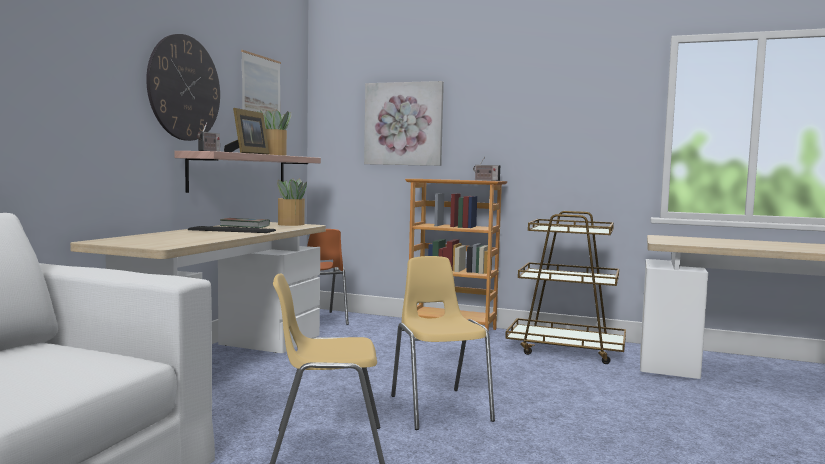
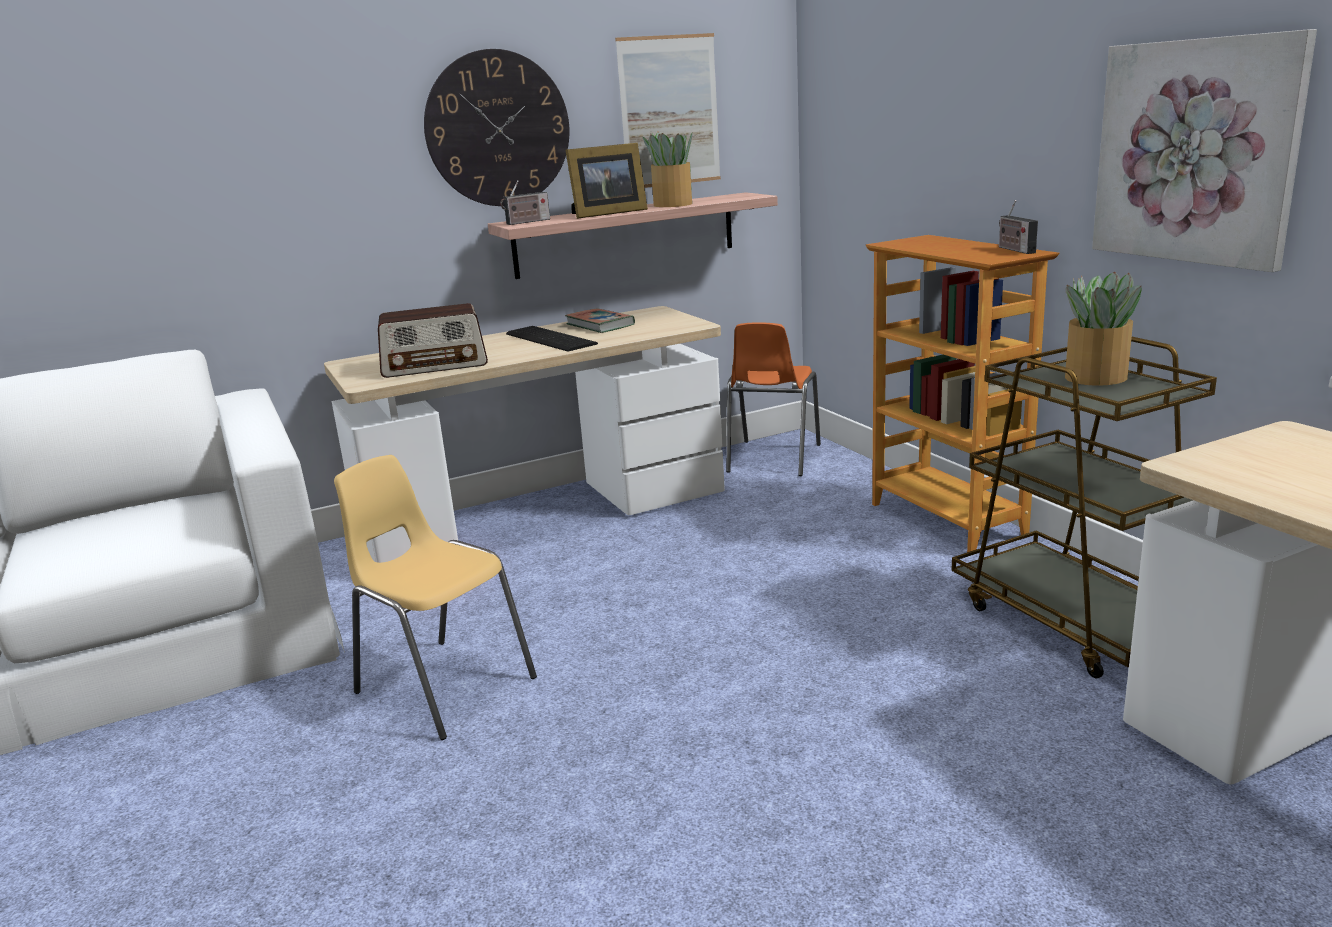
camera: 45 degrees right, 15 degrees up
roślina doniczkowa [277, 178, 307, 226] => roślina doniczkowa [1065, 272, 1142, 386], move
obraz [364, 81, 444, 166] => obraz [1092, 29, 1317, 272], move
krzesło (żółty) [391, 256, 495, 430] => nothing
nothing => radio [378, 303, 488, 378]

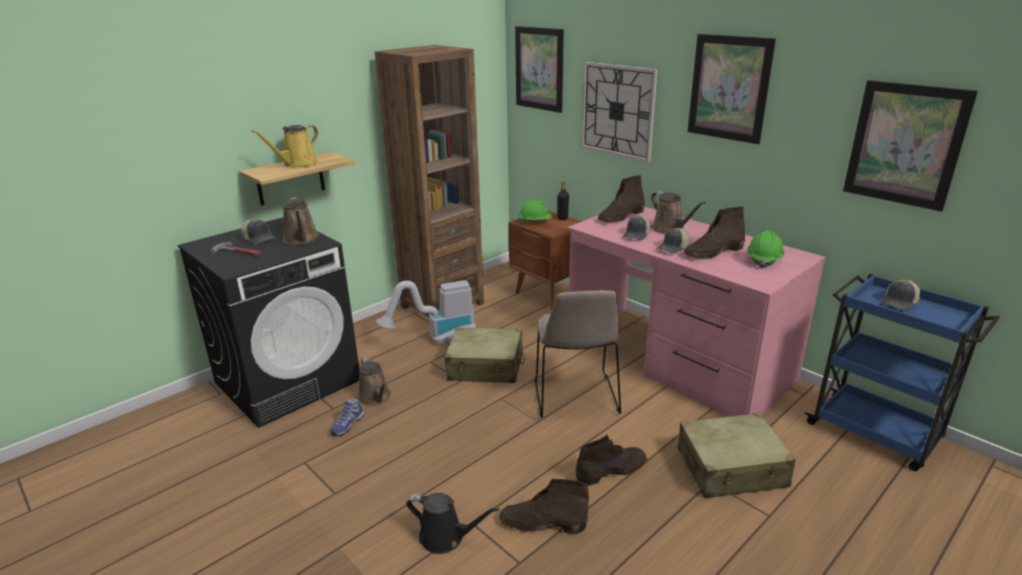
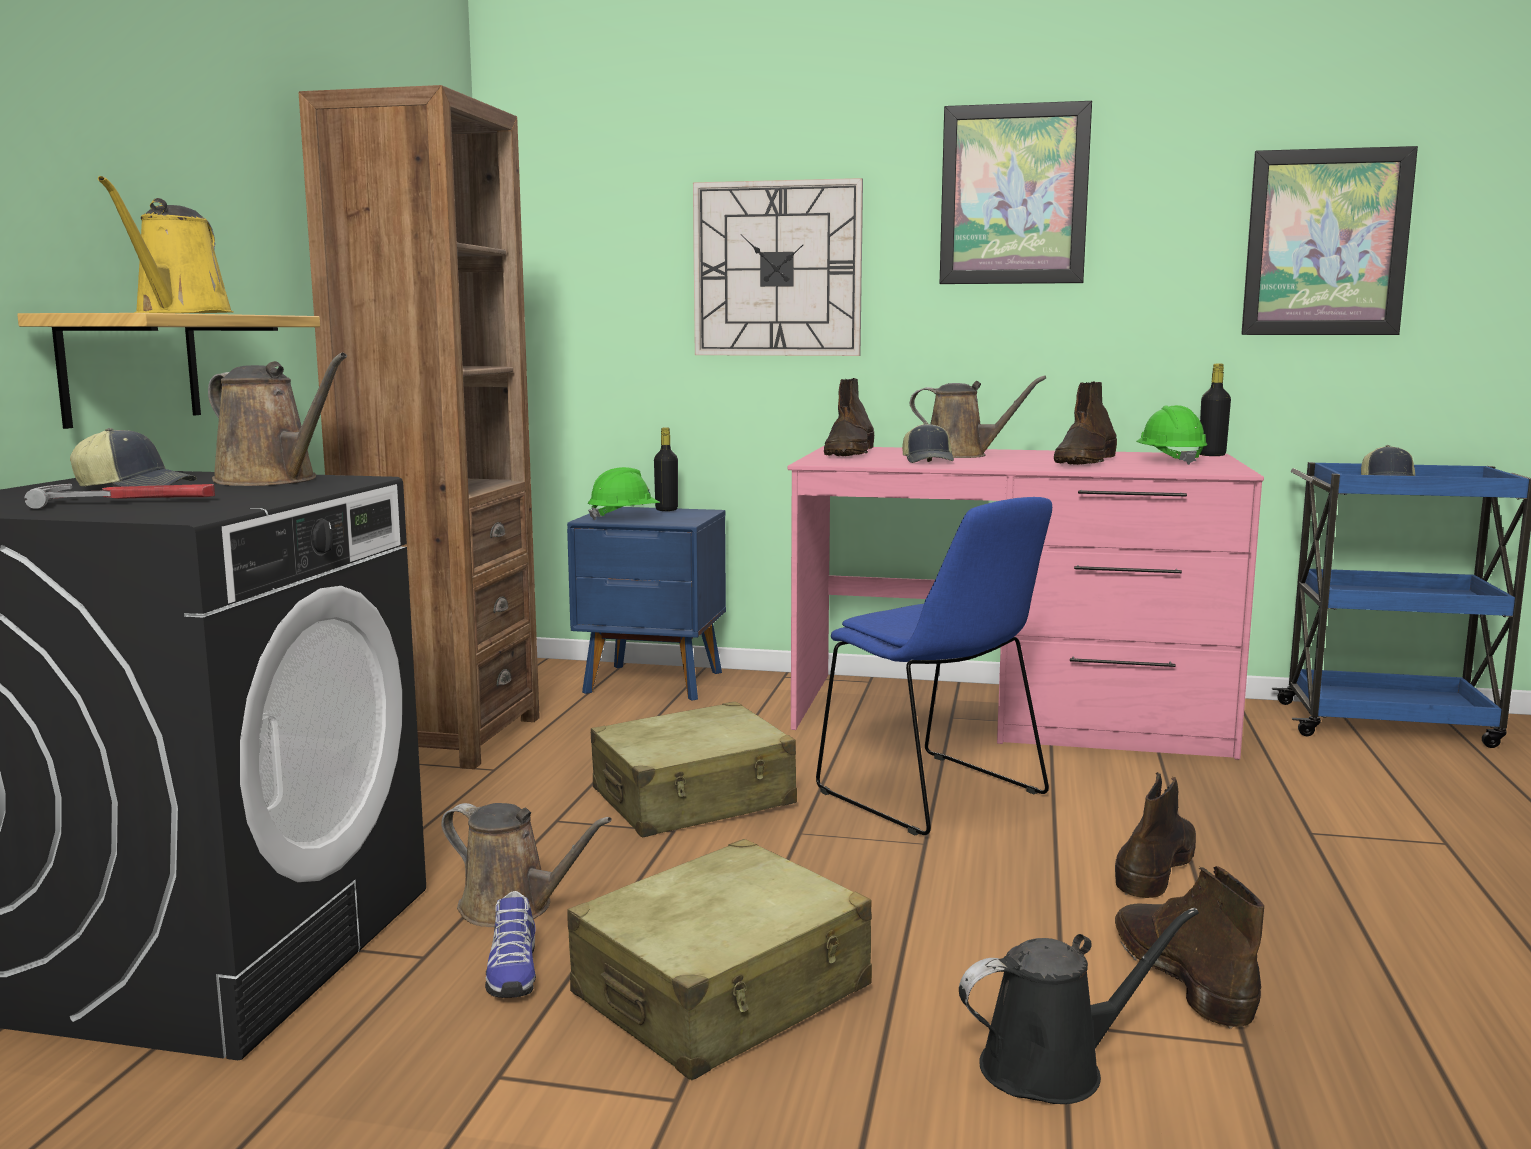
camera: 35 degrees left, 15 degrees down
odkurzacz [376, 280, 476, 345] => nothing
but z cholewką (brązowy) [500, 479, 589, 534] => but z cholewką (brązowy) [1115, 866, 1264, 1029], 105 degrees clockwise
szafka nocna (brązowy) [508, 210, 582, 310] => szafka nocna (niebieski) [567, 507, 726, 701]
obraz [515, 26, 564, 113] => nothing
krzesło (beżowy) [535, 290, 621, 418] => krzesło (niebieski) [816, 497, 1052, 835]
czapka z daszkiem [656, 228, 690, 254] => nothing
walizka (beżowy) [678, 412, 796, 498] => walizka (beżowy) [567, 839, 872, 1080], move
nothing => butelka (czarny) [1199, 363, 1231, 456]

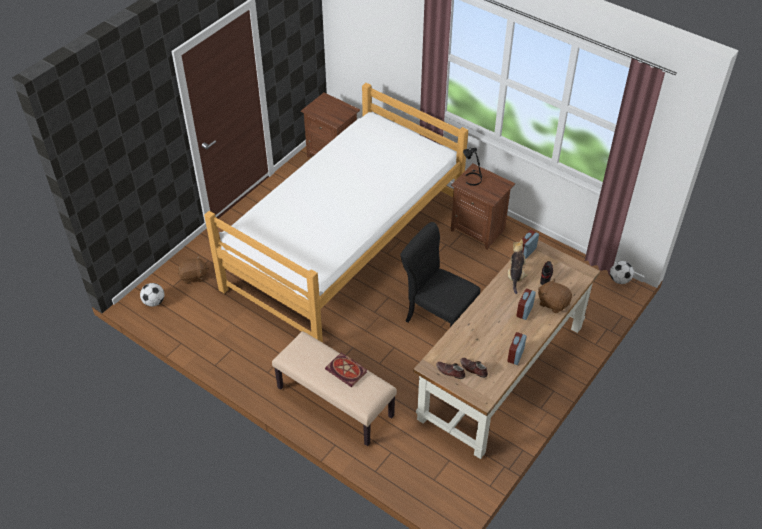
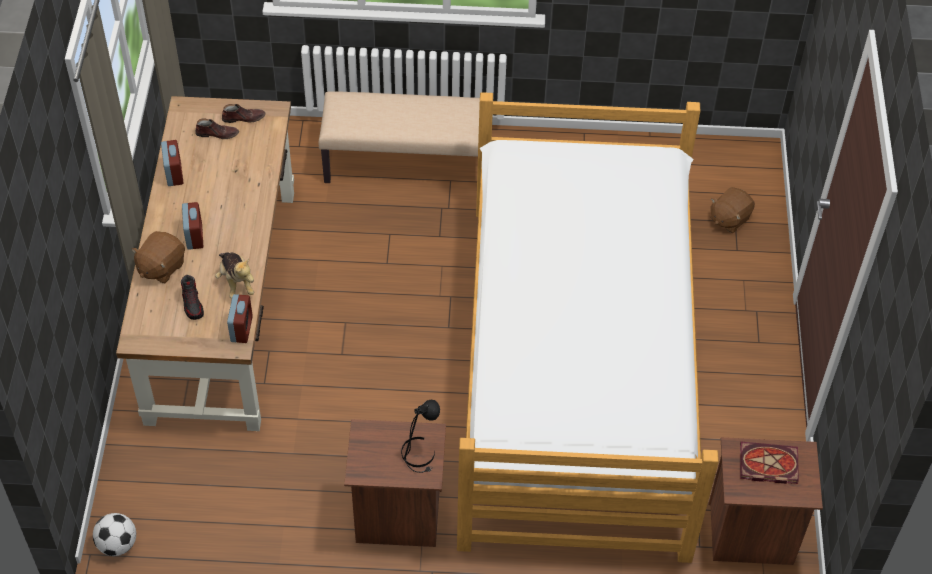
camera: 145 degrees right, 5 degrees up
piłka futbolowa [140, 283, 164, 307] => nothing
książka [325, 353, 367, 387] => książka [740, 442, 799, 484], move
krzesło (czarny) [400, 222, 480, 327] => nothing
pluszak (brązowy) [538, 279, 572, 313] => pluszak (brązowy) [131, 231, 185, 283], 120 degrees clockwise

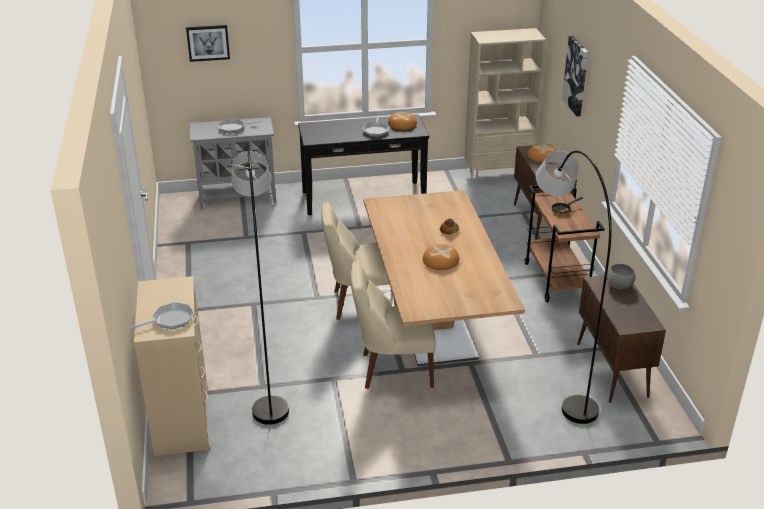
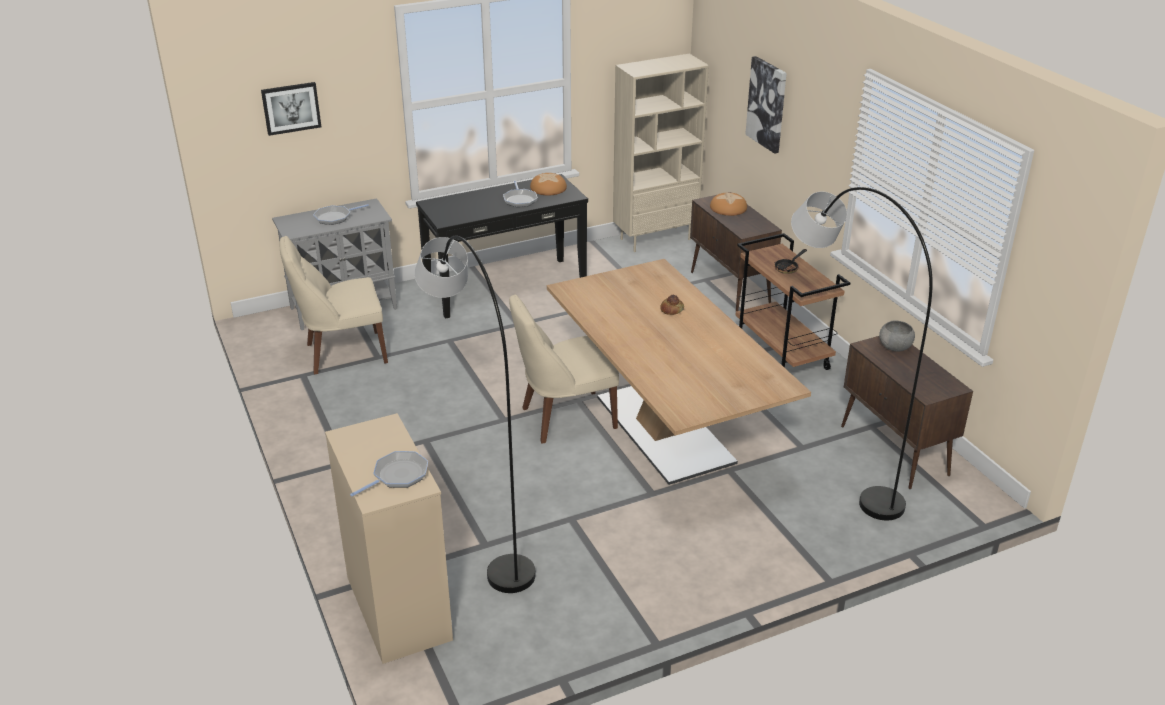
camera: 15 degrees left, 0 degrees up
krzesło (beżowy) [351, 261, 435, 389] => krzesło (beżowy) [280, 236, 388, 374], move
chleb [423, 244, 459, 270] => nothing

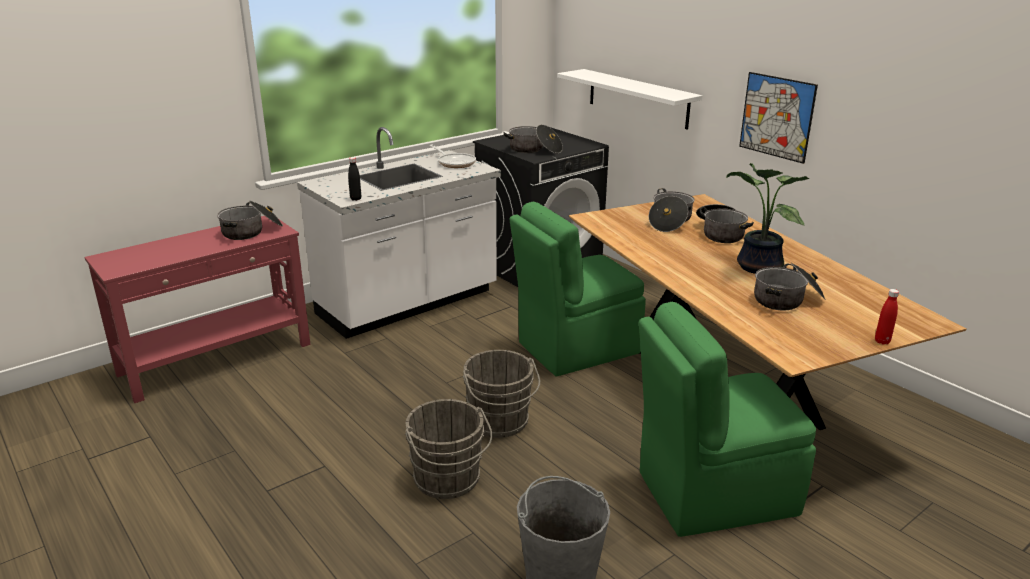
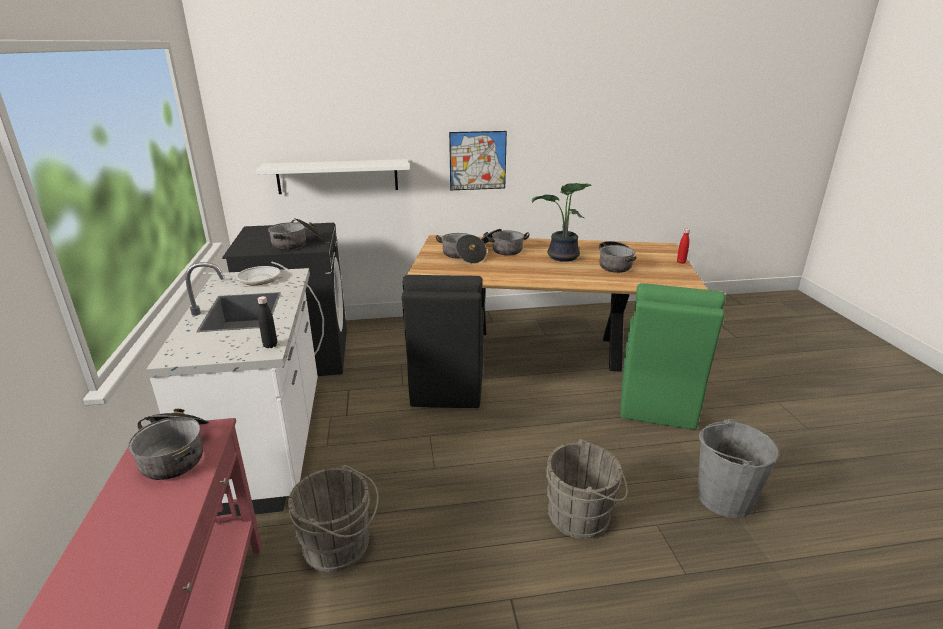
camera: 60 degrees left, 0 degrees up
wiadro (szary) [463, 350, 540, 438] => wiadro (szary) [288, 465, 378, 572], move
krzesło (zielony) [509, 202, 646, 376] => krzesło (czarny) [402, 275, 484, 408]

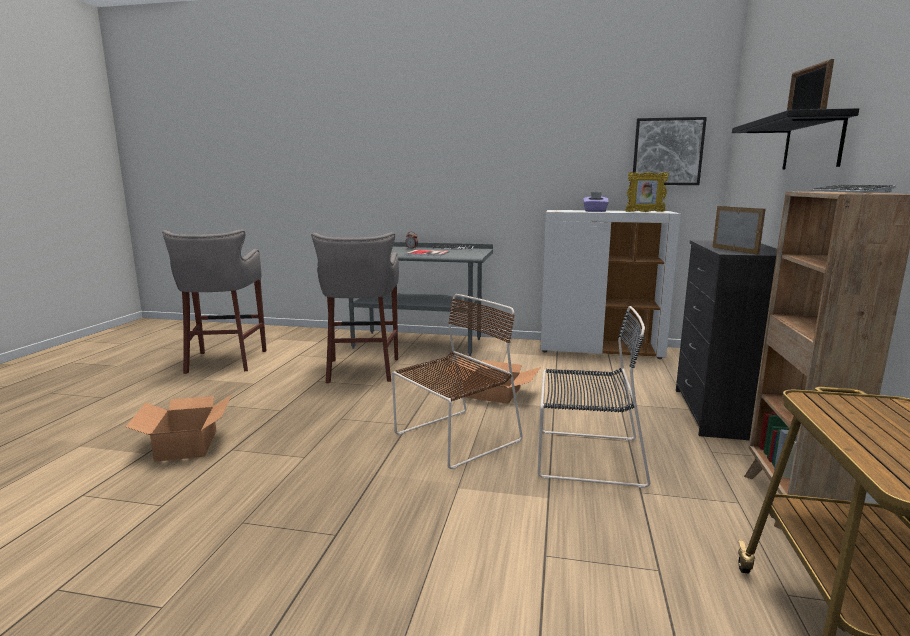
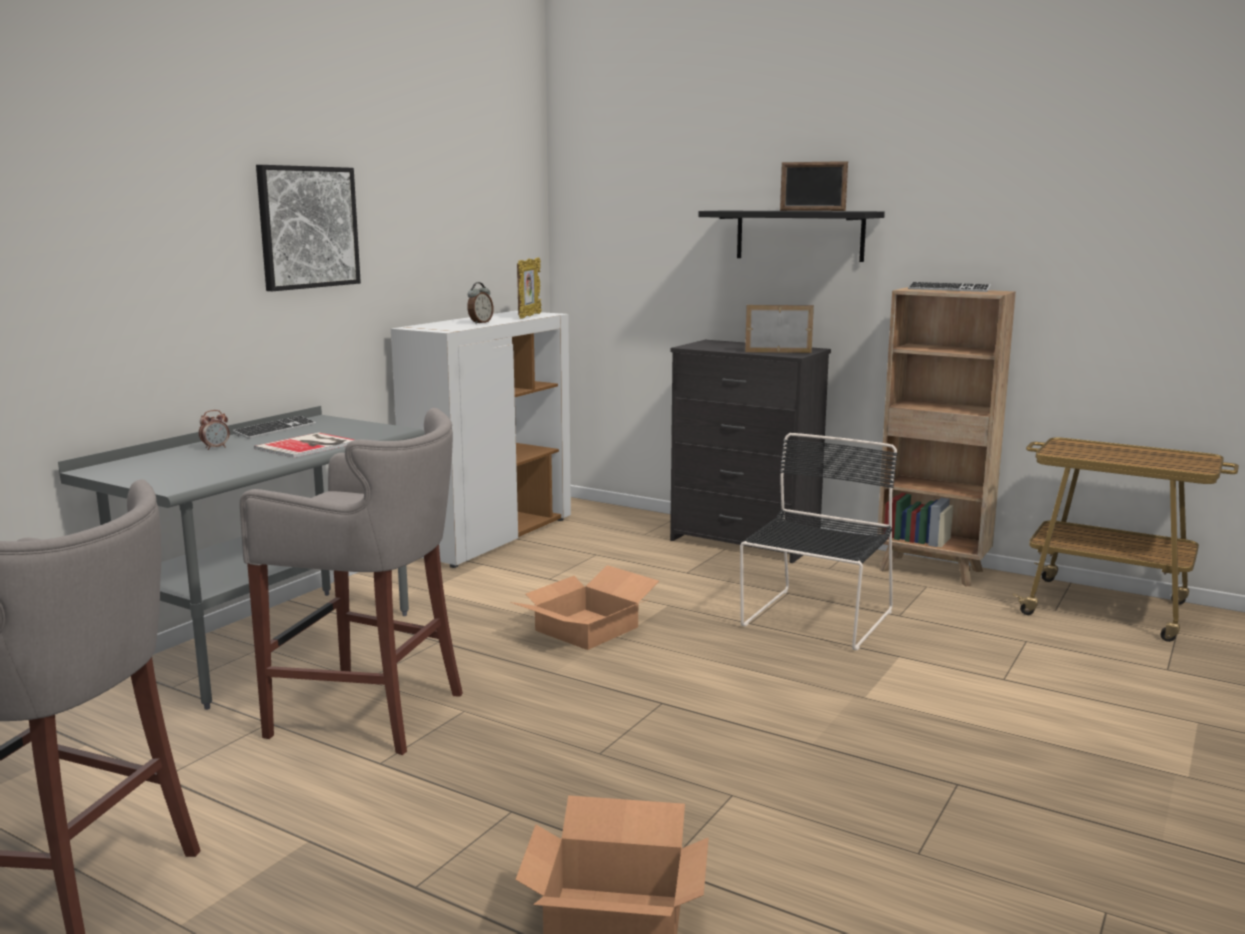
camera: 70 degrees left, 0 degrees up
krzesło (brązowy) [392, 294, 523, 469] => nothing
pudełko chusteczek (fioletowy) [583, 192, 609, 212] => budzik [467, 282, 493, 324]
obraz [633, 117, 707, 185] => obraz [256, 165, 361, 291], move

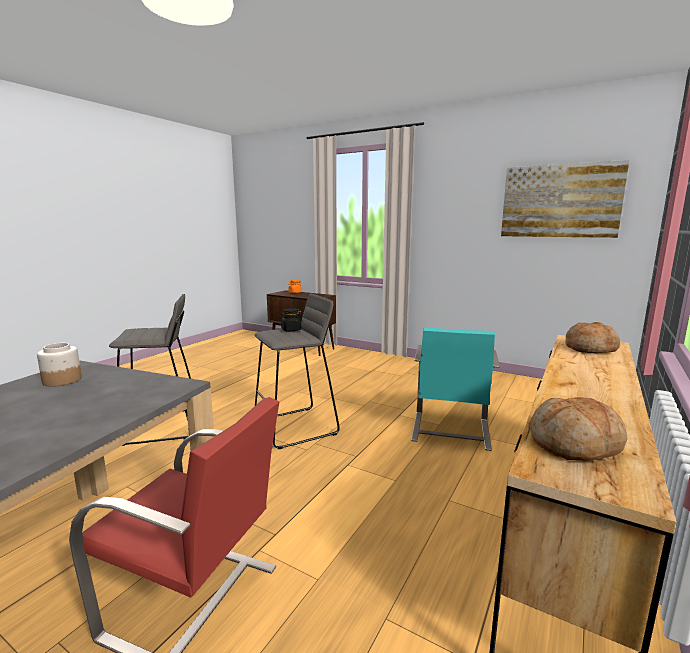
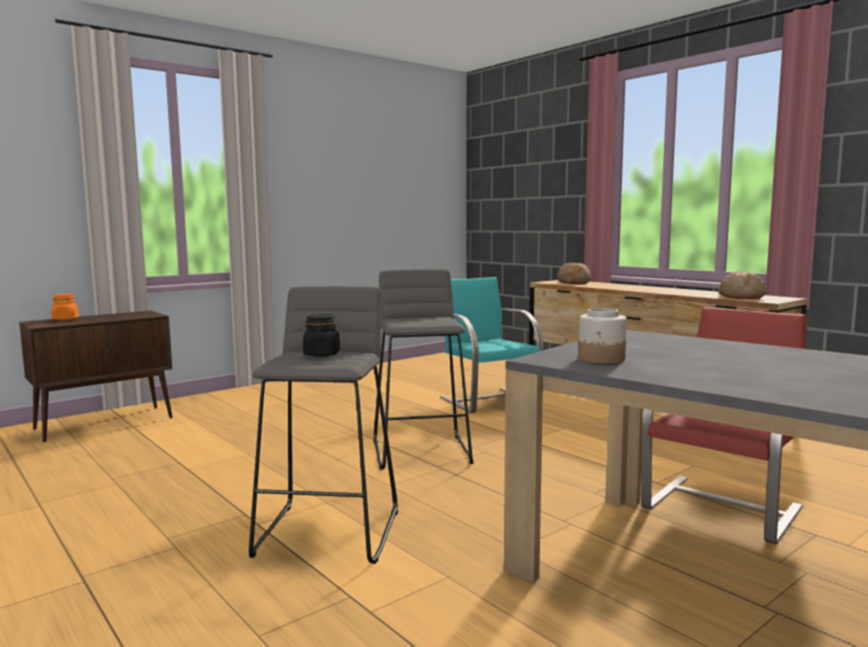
camera: 70 degrees left, 5 degrees down
słoik (czarny) [279, 308, 303, 332] => słoik (czarny) [303, 314, 340, 357], move
krzesło (turkusowy) [411, 327, 500, 451] => krzesło (turkusowy) [440, 277, 543, 413], 150 degrees counterclockwise
obraz [501, 160, 629, 238] => nothing

